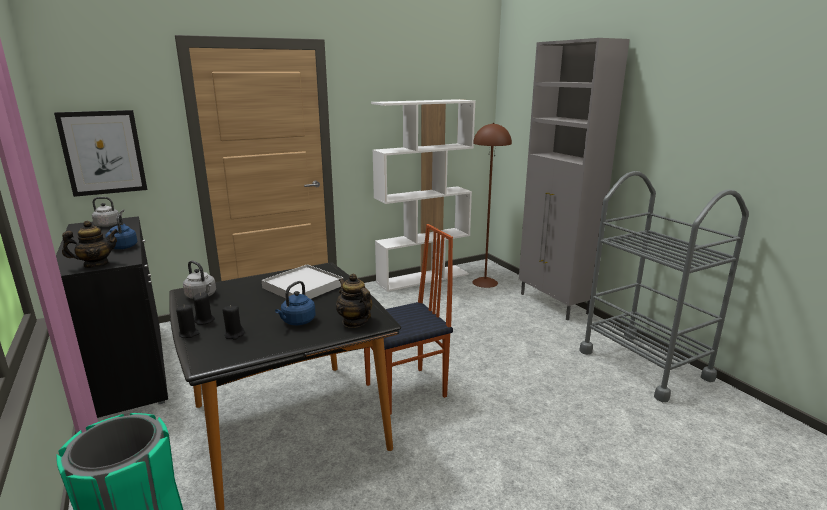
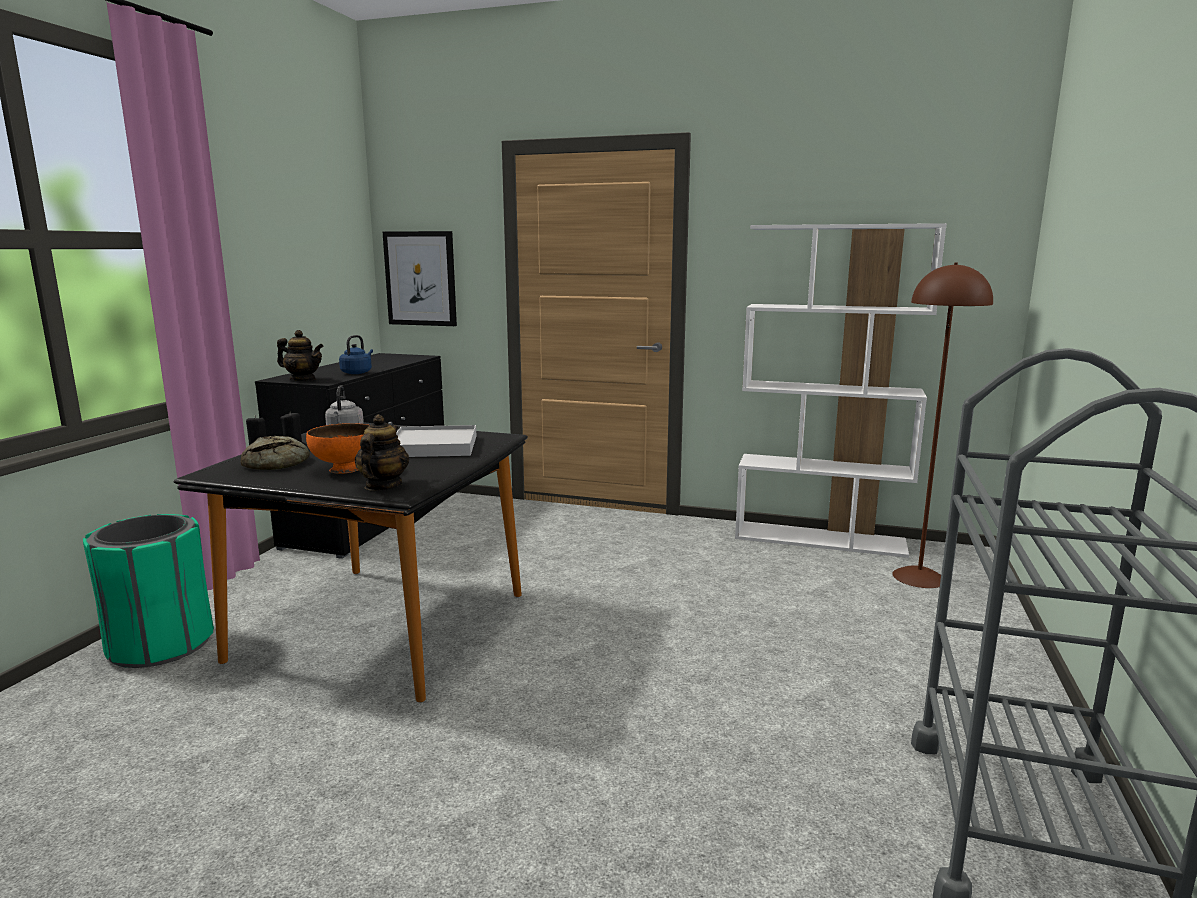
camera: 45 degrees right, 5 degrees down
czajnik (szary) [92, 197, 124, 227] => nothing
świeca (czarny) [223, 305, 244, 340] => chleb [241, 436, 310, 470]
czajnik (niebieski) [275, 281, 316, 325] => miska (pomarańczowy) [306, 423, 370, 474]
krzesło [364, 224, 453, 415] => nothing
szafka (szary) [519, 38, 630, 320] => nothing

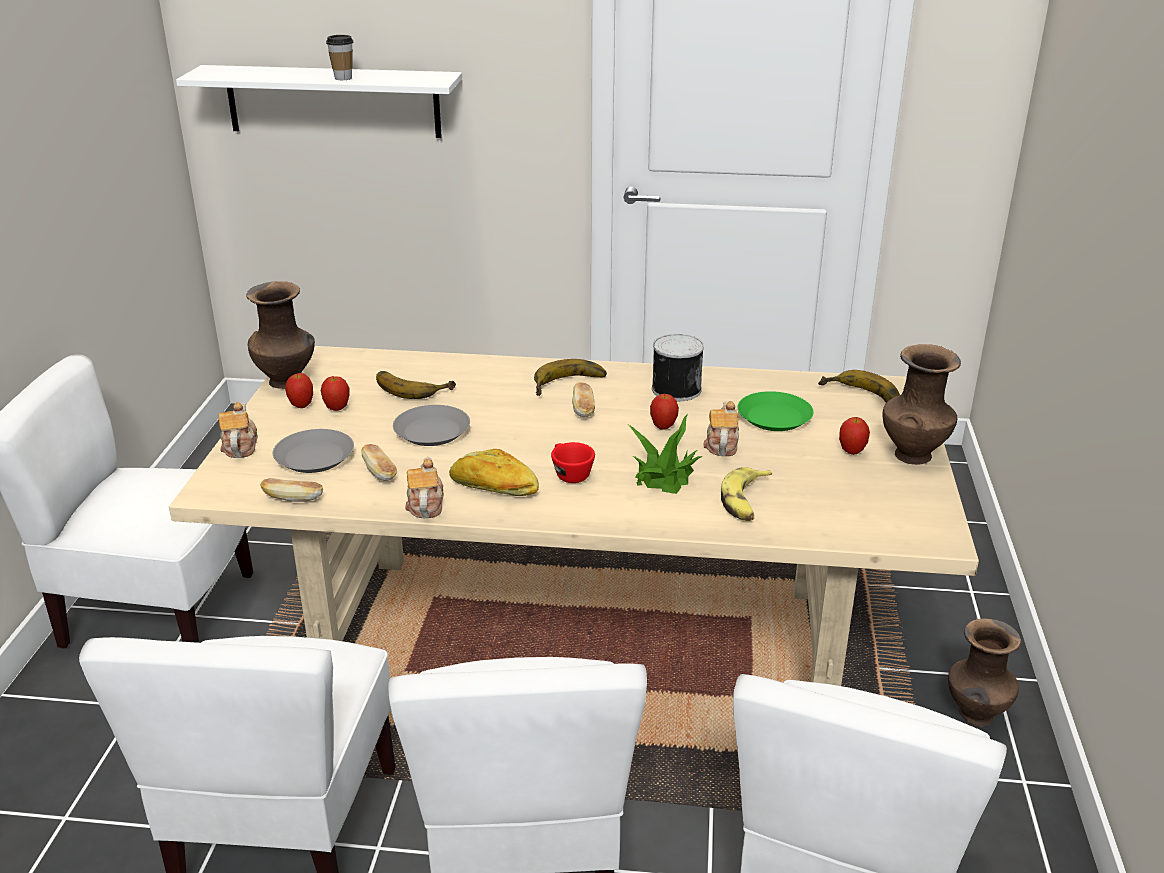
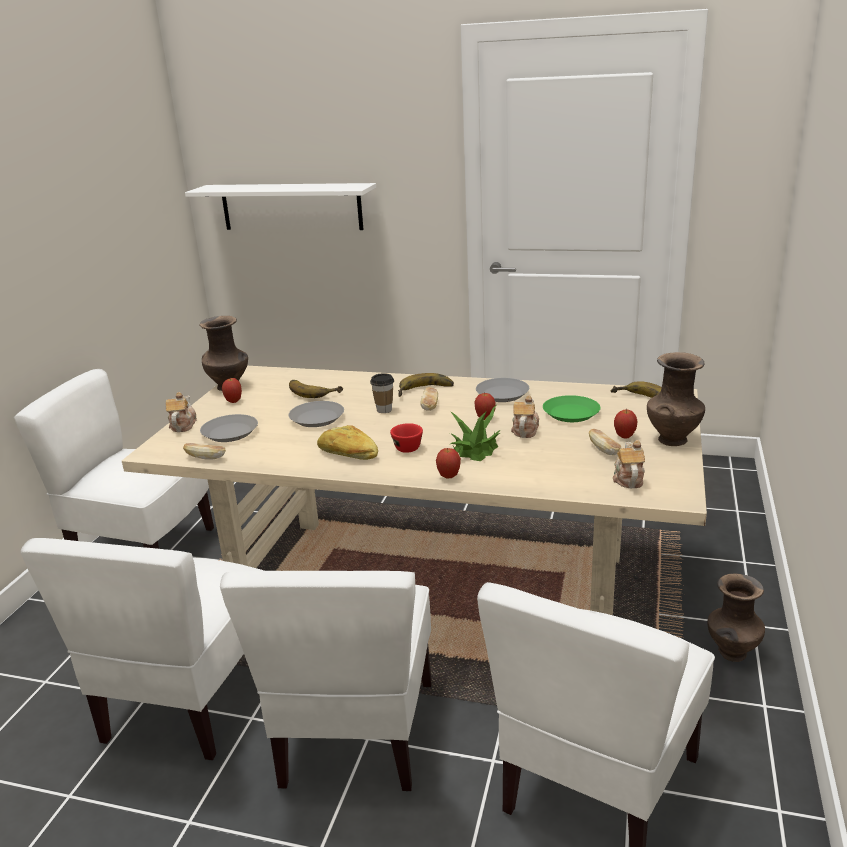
camera: 10 degrees right, 5 degrees down
jabłko [321, 376, 350, 411] => jabłko [436, 448, 461, 478], move
filiżanka [326, 35, 353, 80] => filiżanka [370, 373, 394, 413], move
chleb [361, 444, 397, 481] => chleb [589, 429, 621, 455], move
imbryk [405, 457, 444, 518] => imbryk [613, 440, 645, 489], move
puszka [652, 334, 704, 401] => talerz (szary) [476, 378, 529, 402]
banan [721, 467, 772, 521] => nothing

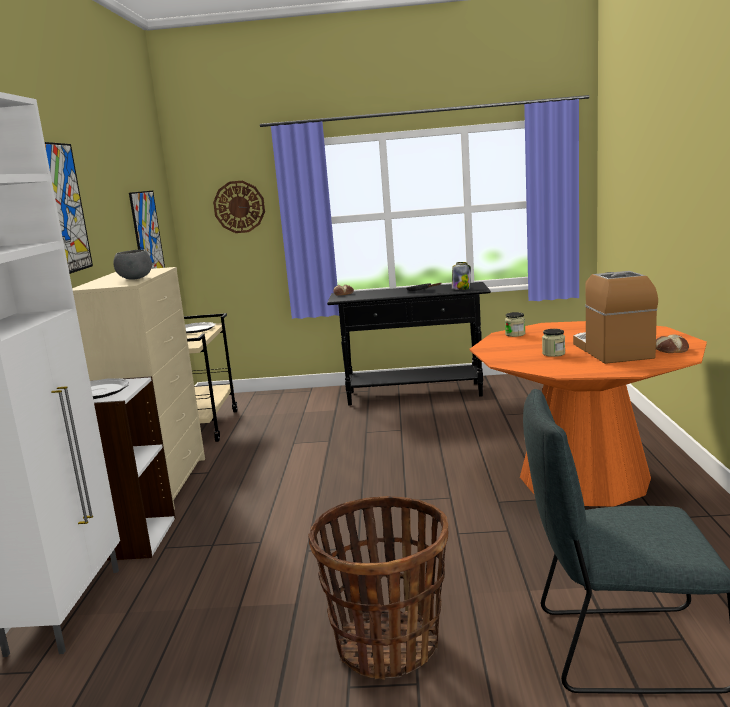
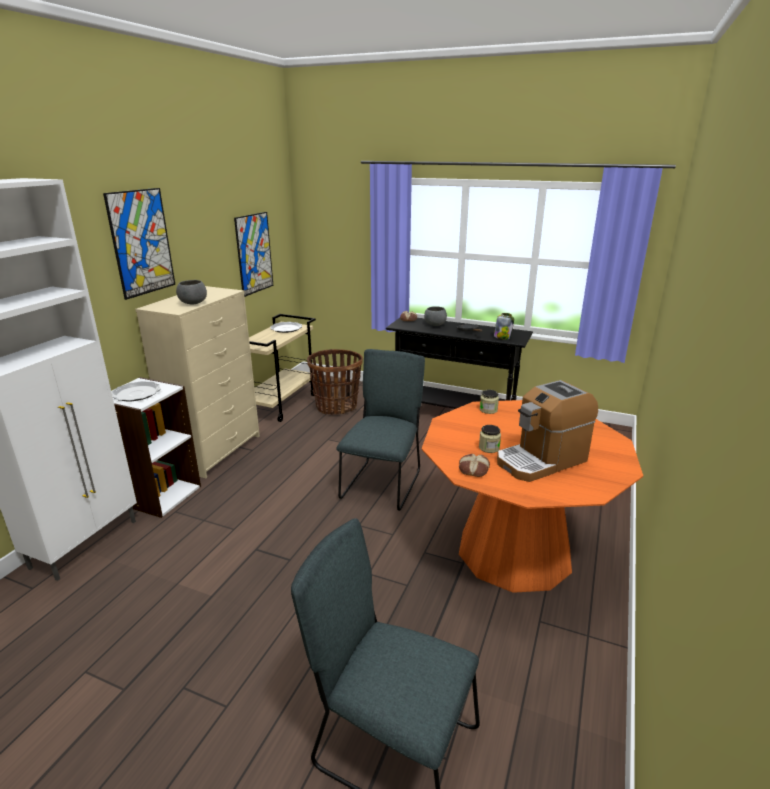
camera: 20 degrees right, 10 degrees up
zegar ścienny [213, 181, 265, 233] => nothing
koszyk [308, 496, 448, 680] => koszyk [307, 349, 363, 415], move
ekspres do kawy [573, 271, 658, 364] => ekspres do kawy [497, 380, 598, 482], 135 degrees counterclockwise
chleb [656, 334, 689, 353] => chleb [459, 454, 490, 477], move
nothing => krzesło (szary) [336, 349, 425, 511]
nothing => miska (szary) [424, 306, 447, 326]

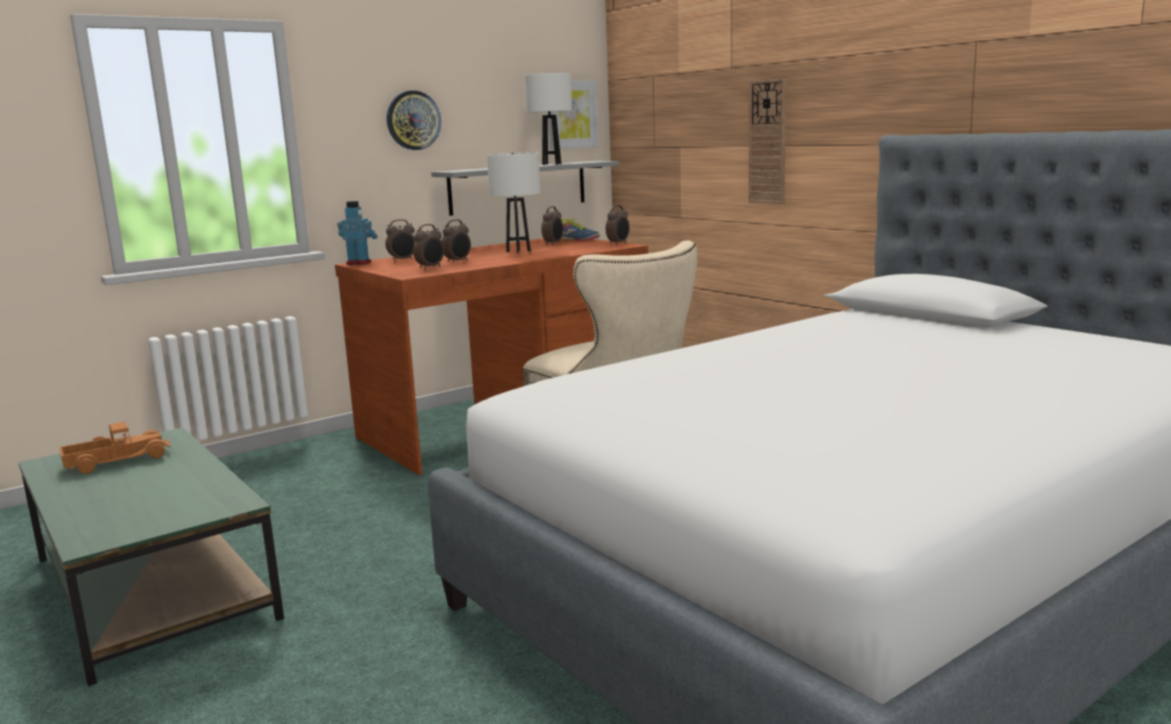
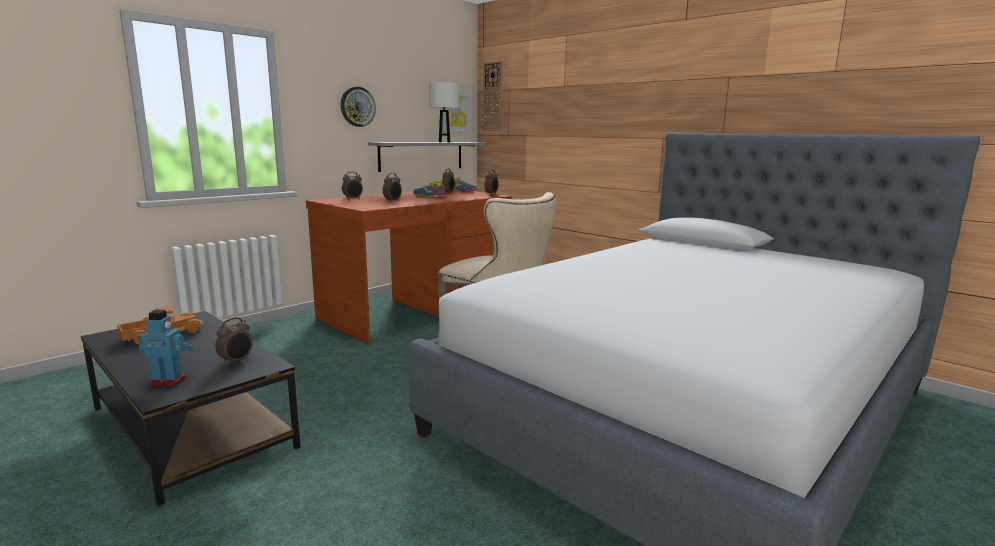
camera: 10 degrees left, 0 degrees up
ława (zielony) [18, 428, 284, 686] => ława (czarny) [81, 311, 301, 506]
robot zabawkowy [337, 201, 377, 265] => robot zabawkowy [138, 310, 193, 387], move
budzik [413, 224, 444, 269] => budzik [215, 317, 253, 366], move
lampa stołowa (biały) [487, 152, 540, 253] => but [413, 181, 446, 198]
zegar ścienny [749, 78, 786, 204] => zegar ścienny [483, 61, 503, 131], move

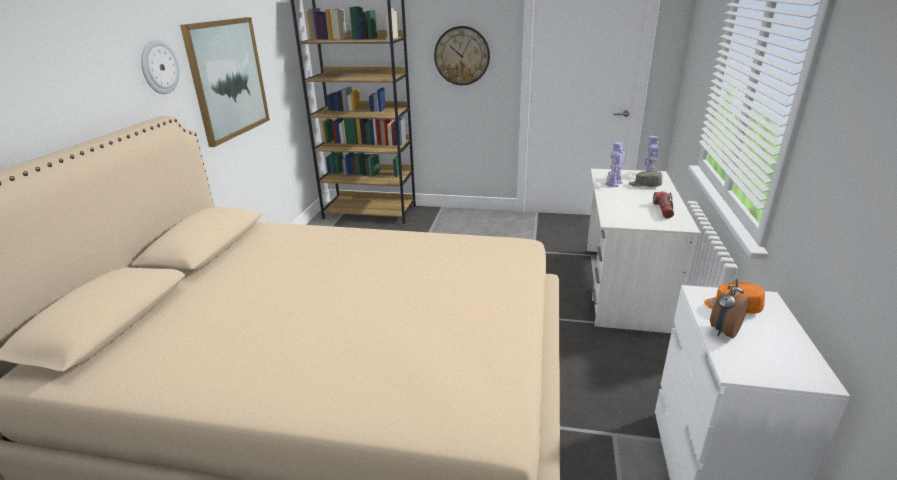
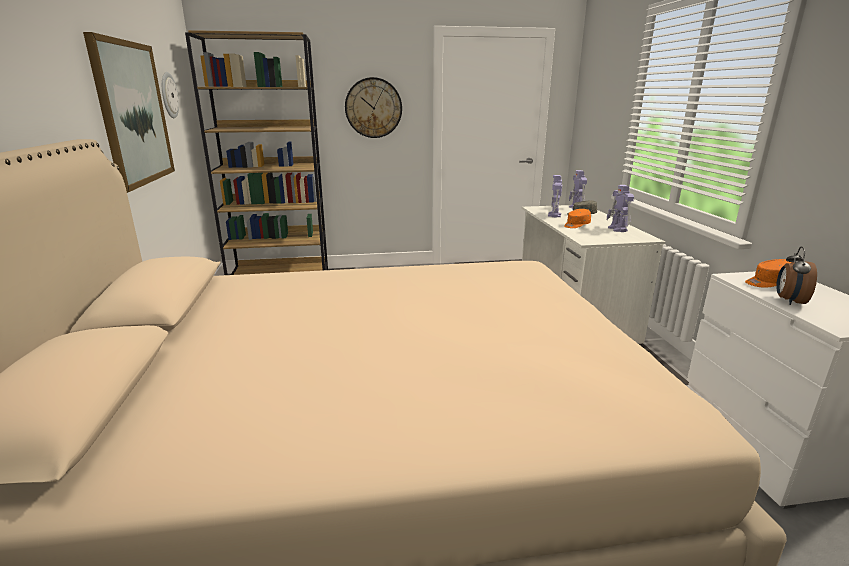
camera: 20 degrees left, 5 degrees down
zegar ścienny [141, 40, 179, 94] => zegar ścienny [162, 72, 179, 118], move
latarka [653, 191, 674, 219] => robot zabawkowy [607, 185, 634, 232]
nothing => czapka z daszkiem (pomarańczowy) [564, 209, 591, 228]

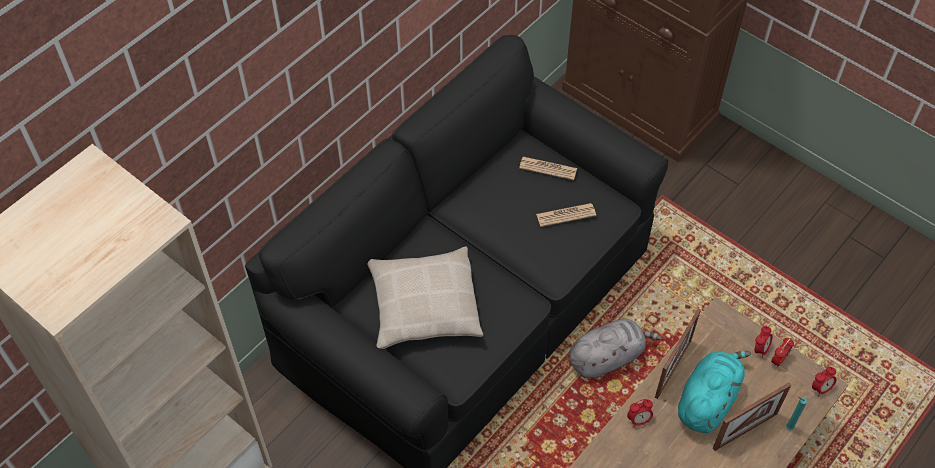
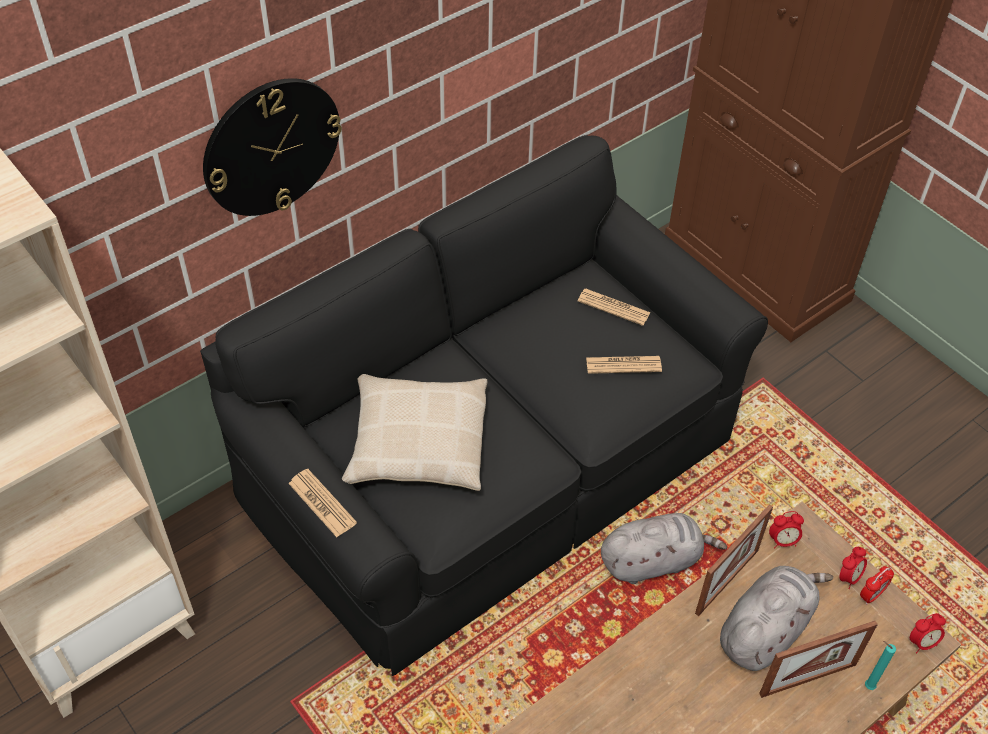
camera: 10 degrees right, 5 degrees down
budzik [627, 399, 653, 428] => budzik [769, 511, 804, 549], move
pluszak (turkusowy) [678, 351, 751, 433] => pluszak (szary) [720, 566, 833, 671]
nothing => zegar ścienny [203, 78, 342, 216]
nothing => gazeta [288, 469, 357, 537]

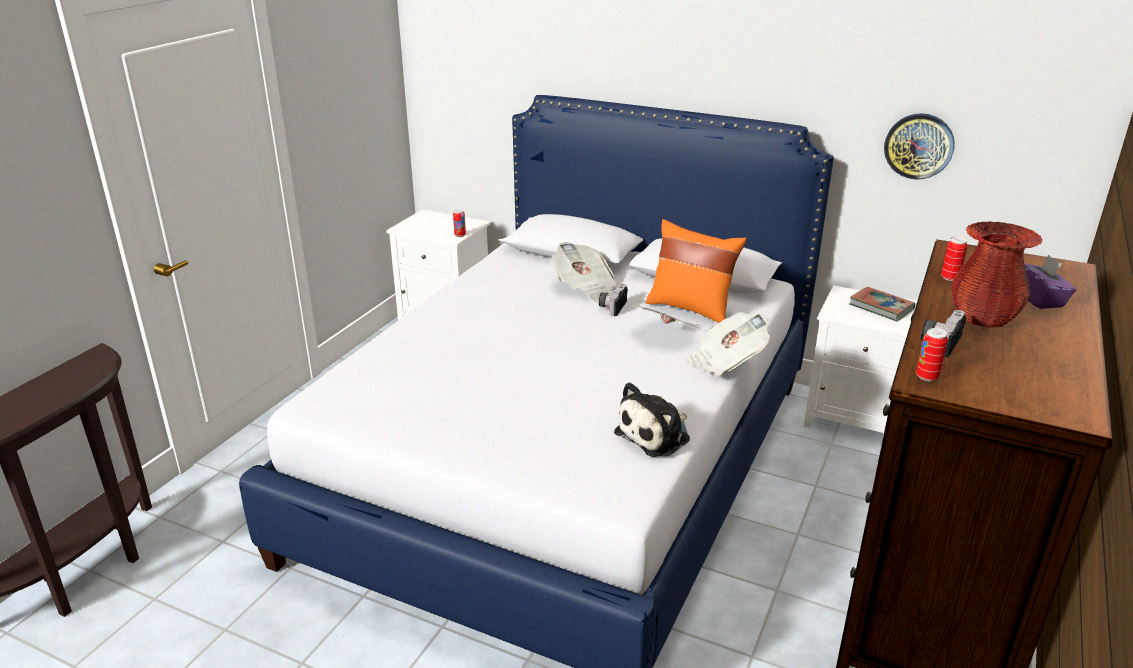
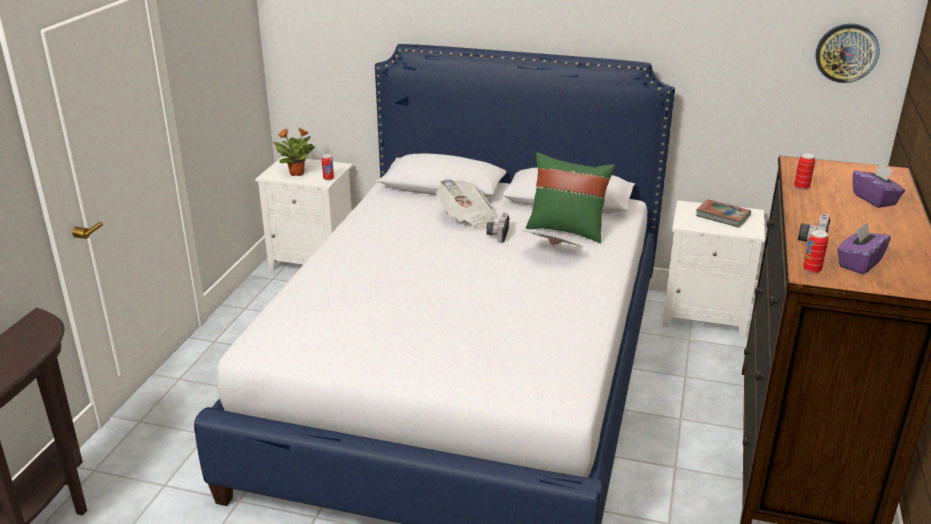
camera: 10 degrees left, 0 degrees up
pluszak [614, 382, 690, 457] => nothing
poduszka (pomarańczowy) [646, 219, 746, 323] => poduszka (zielony) [526, 153, 615, 243]
gazeta [687, 312, 770, 376] => nothing
zegar ścienny [884, 113, 955, 180] => zegar ścienny [815, 23, 880, 83], move
wazon (czerwony) [951, 221, 1043, 327] => nothing
nothing => roślina doniczkowa [273, 128, 316, 176]
nothing => pudełko chusteczek (fioletowy) [837, 222, 891, 274]

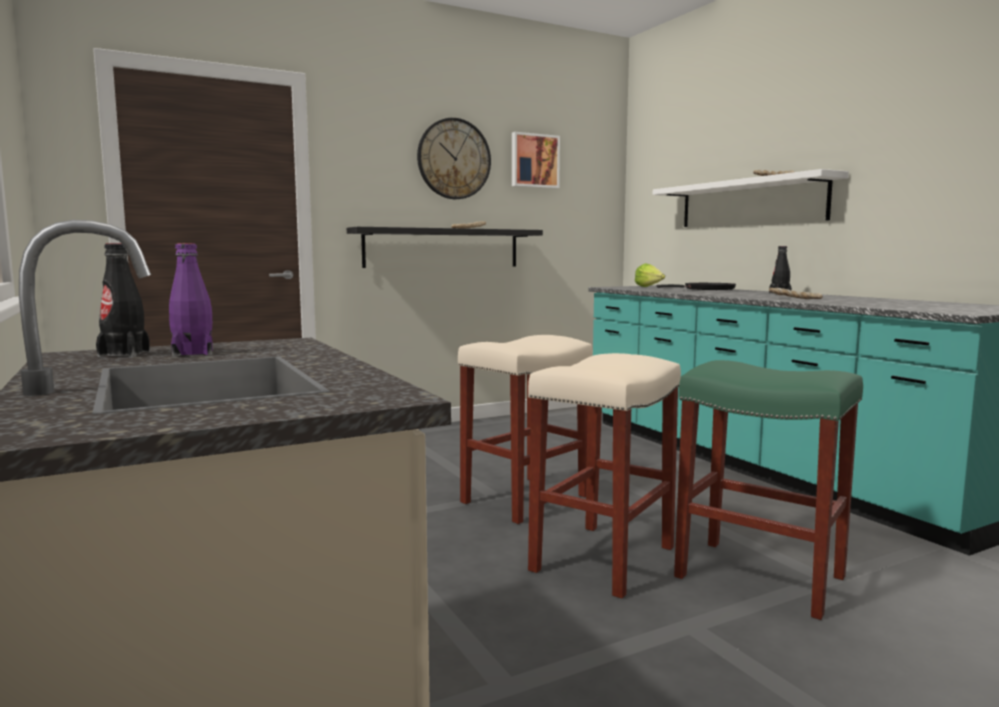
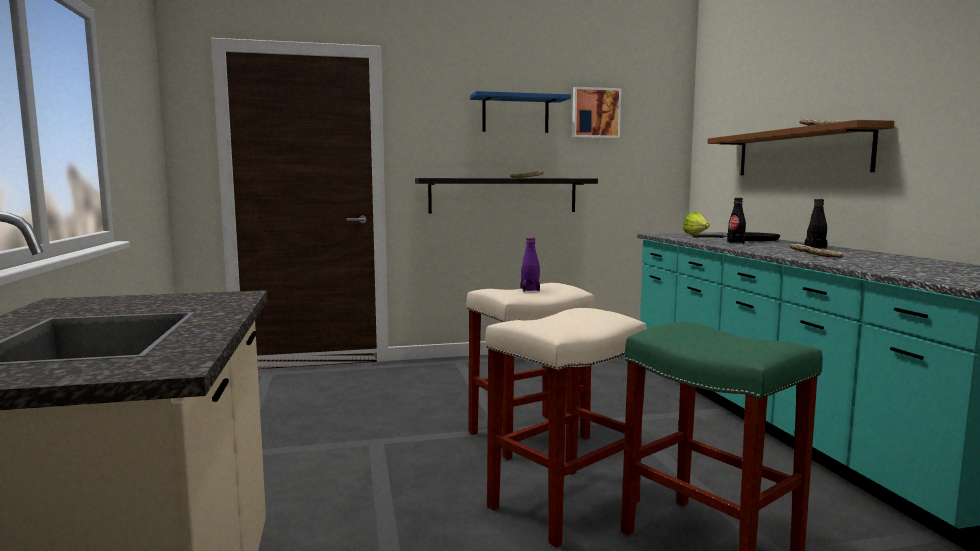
camera: 15 degrees right, 0 degrees up
butelka (czarny) [96, 243, 150, 357] => butelka (czarny) [727, 198, 746, 244], move
butelka (fioletowy) [169, 243, 213, 357] => butelka (fioletowy) [521, 237, 540, 291], move
zegar ścienny [417, 118, 491, 199] => półka (niebieski) [470, 91, 571, 133]
półka (biały) [653, 169, 849, 227] => półka (brązowy) [707, 120, 894, 175]

